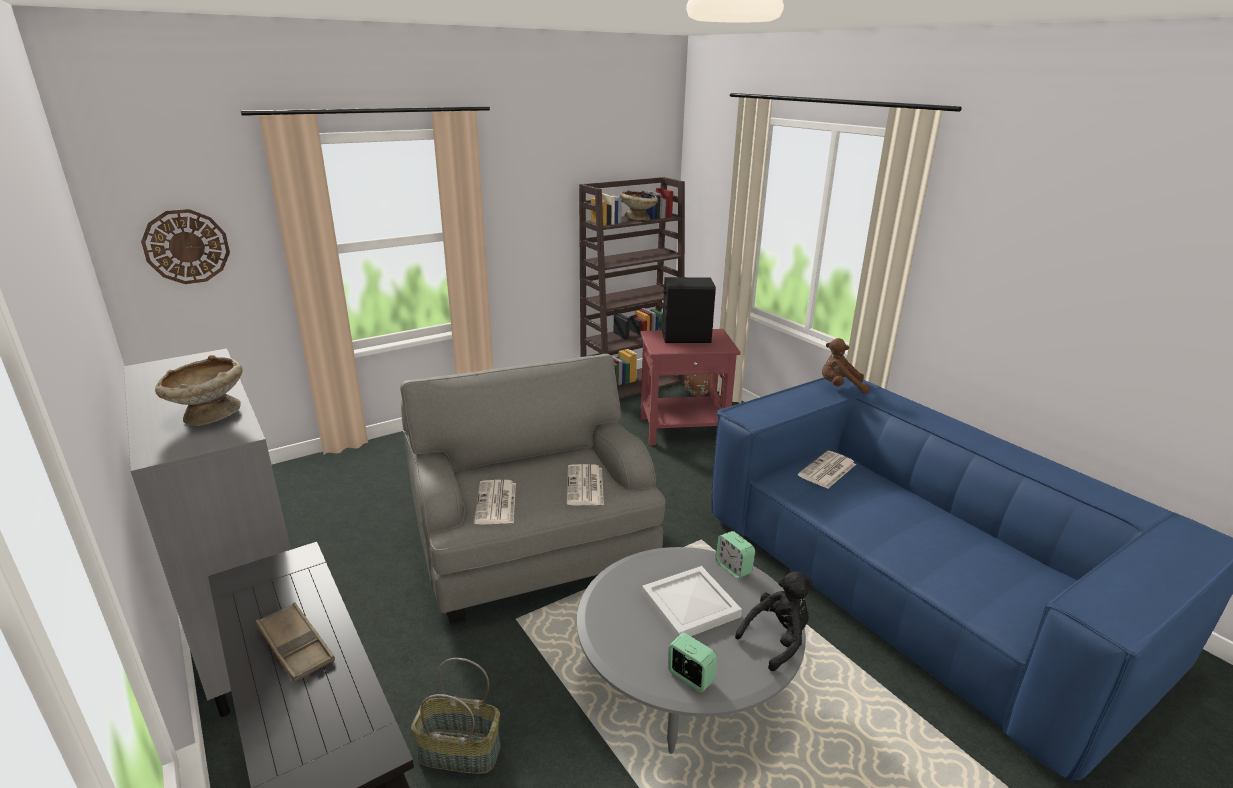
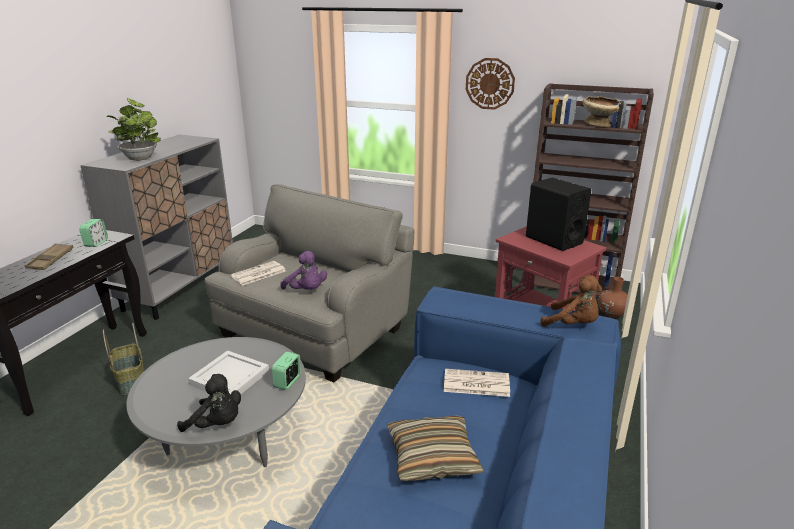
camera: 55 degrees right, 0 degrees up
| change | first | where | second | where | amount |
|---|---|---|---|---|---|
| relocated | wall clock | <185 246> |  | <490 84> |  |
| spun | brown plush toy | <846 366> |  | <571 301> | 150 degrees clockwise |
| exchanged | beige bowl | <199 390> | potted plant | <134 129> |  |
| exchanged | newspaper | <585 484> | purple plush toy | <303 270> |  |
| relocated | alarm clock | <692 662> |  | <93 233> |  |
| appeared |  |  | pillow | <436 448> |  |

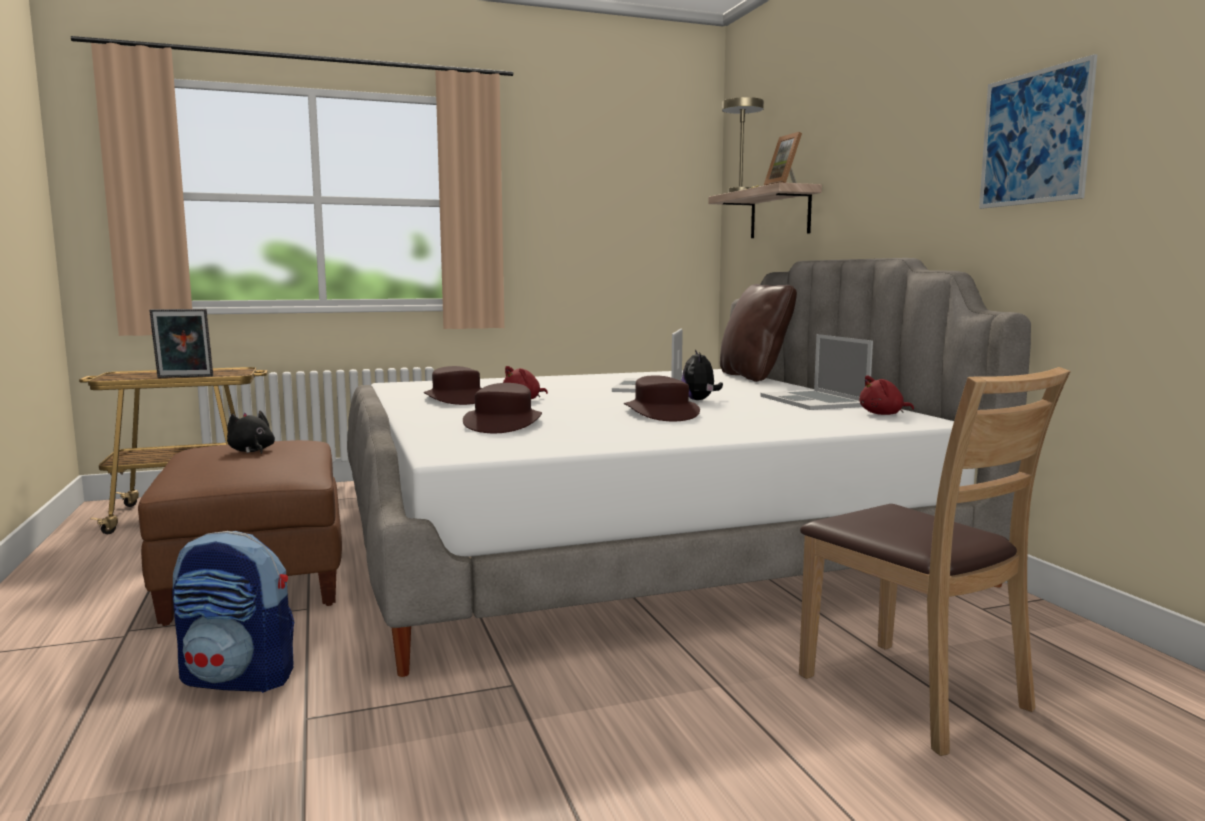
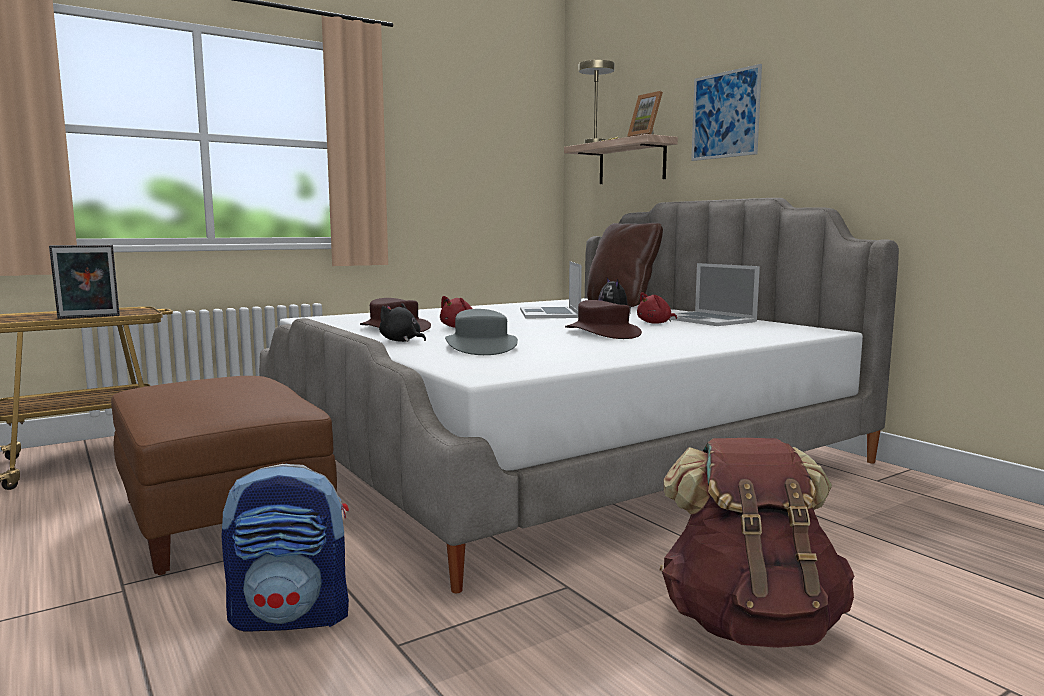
camera: 15 degrees left, 0 degrees up
| change | first | where | second | where | amount |
|---|---|---|---|---|---|
| relocated | picture | <1038 131> |  | <726 112> |  |
| missing | brown chair | <935 561> |  |  |  |
| relocated | red plush toy | <886 395> |  | <657 308> |  |
| colour | brown hat | <502 408> | grey hat | <481 332> |  |
| relocated | black plush toy | <251 432> |  | <402 322> |  |
| appeared |  |  | brown backpack | <757 543> |  |

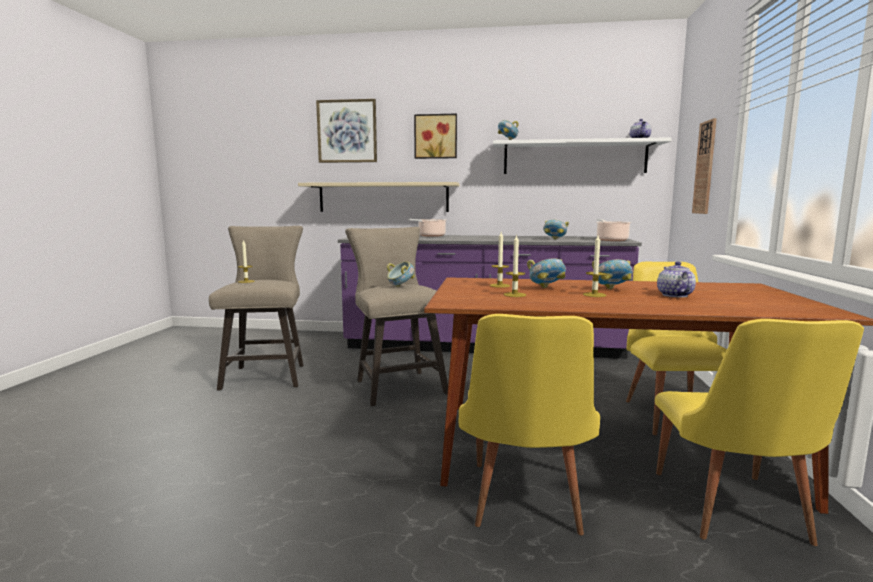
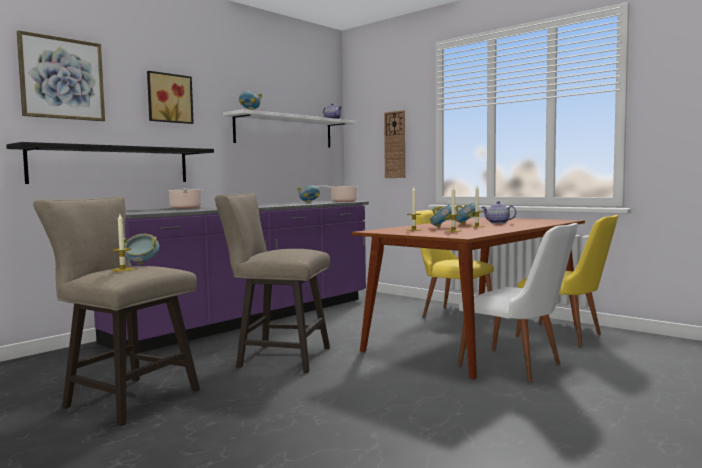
camera: 55 degrees left, 5 degrees down
| change | first | where | second | where | amount |
|---|---|---|---|---|---|
| colour | beige shelf | <378 197> | black shelf | <110 163> |  |
| relocated | bowl | <401 274> |  | <141 249> |  |
| colour | yellow chair | <529 424> | white chair | <518 302> |  |

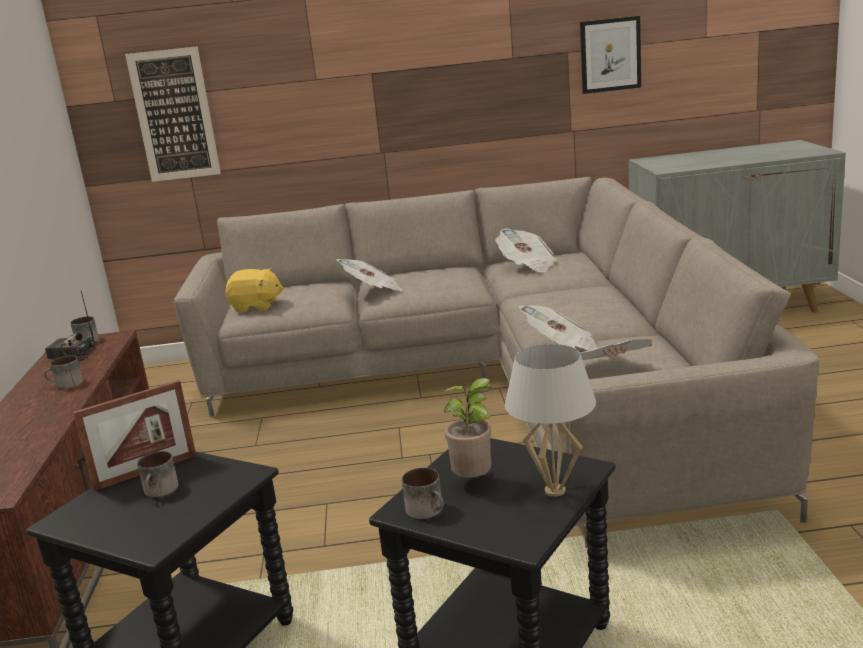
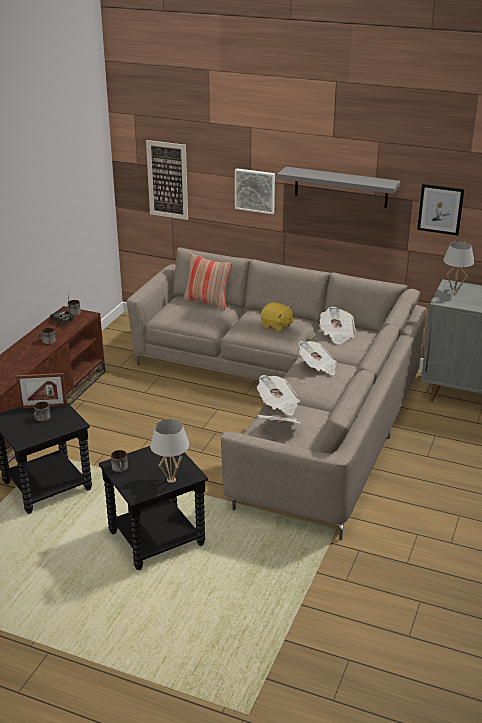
camera: 25 degrees right, 10 degrees up
| change | first | where | second | where | amount |
|---|---|---|---|---|---|
| relocated | newspaper | <370 275> |  | <318 358> |  |
| relocated | yellow plush toy | <255 290> |  | <277 317> |  |
| missing | potted plant | <467 428> |  |  |  |
| appeared |  |  | grey shelf | <338 187> |  |
| appeared |  |  | picture | <255 191> |  |
| appeared |  |  | white table lamp | <458 267> |  |
| appeared |  |  | pillow | <207 282> |  |

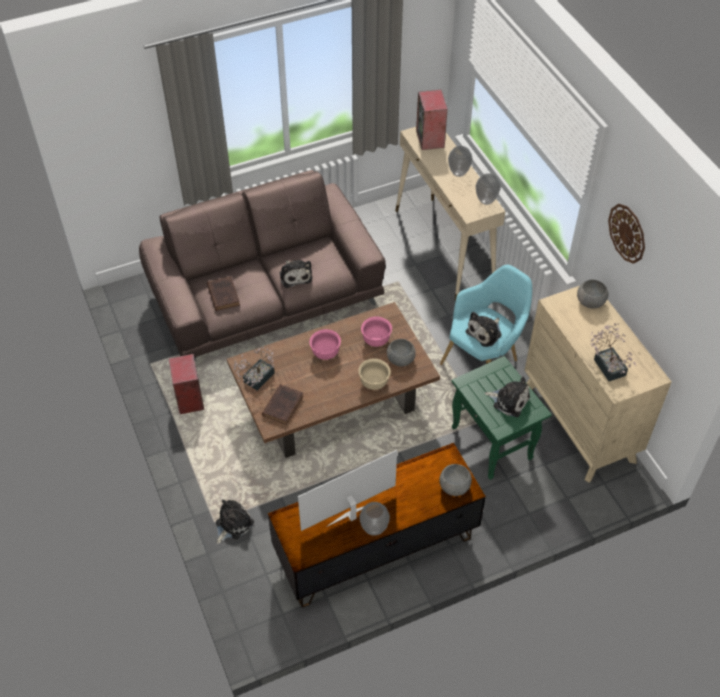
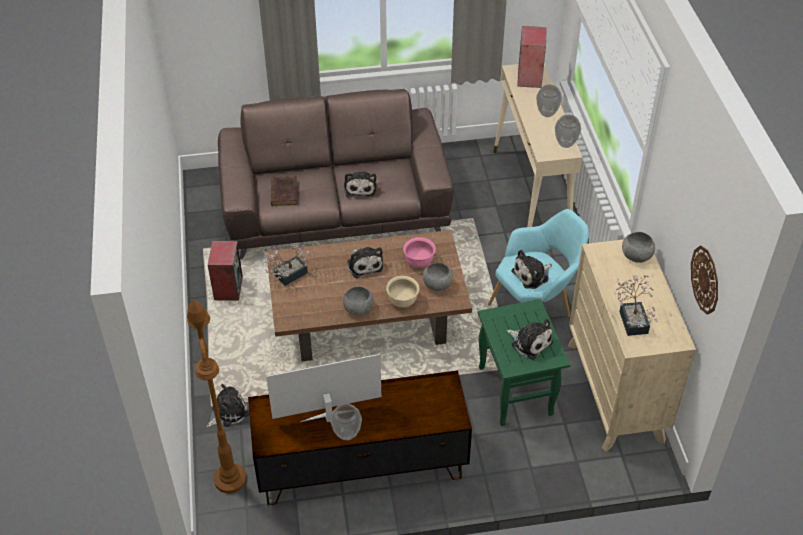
camera: 15 degrees right, 5 degrees down
| change | first | where | second | where | amount |
|---|---|---|---|---|---|
| relocated | wall clock | <626 234> |  | <704 280> |  |
| exchanged | pink bowl | <325 344> | plush toy | <365 262> |  |
| missing | brown book | <283 404> |  |  |  |
| relocated | grey bowl | <455 480> |  | <358 301> |  |
| appeared |  |  | brown floor lamp | <217 396> |  |

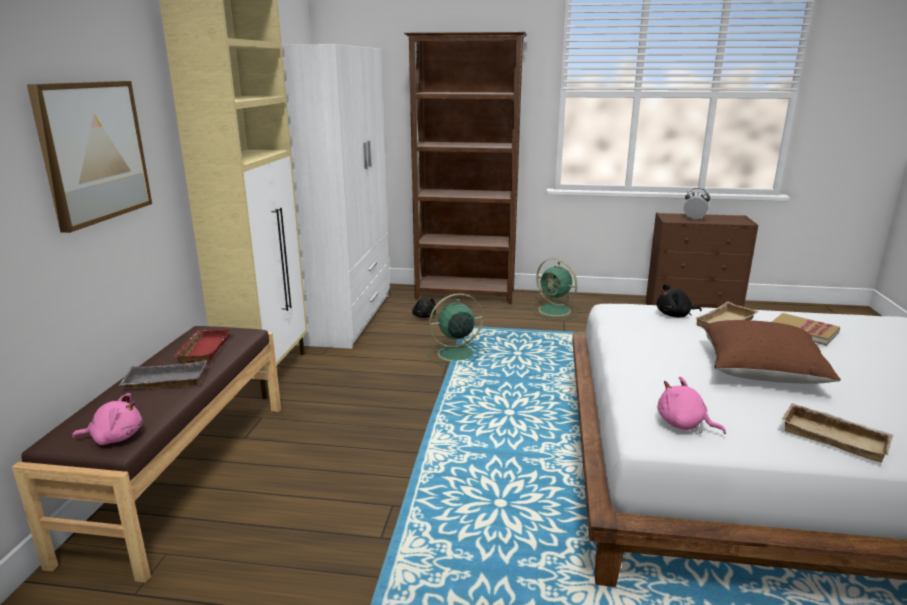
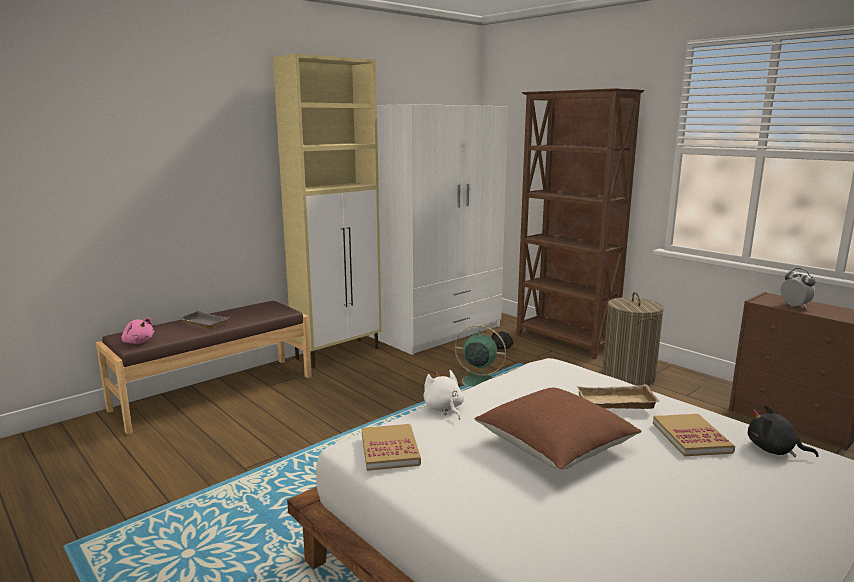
camera: 40 degrees right, 5 degrees down
| change | first | where | second | where | amount |
|---|---|---|---|---|---|
| missing | picture | <89 157> |  |  |  |
| exchanged | green fan | <555 289> | laundry basket | <633 339> |  |
| relocated | black plush toy | <679 300> |  | <783 431> |  |
| missing | red tray | <202 346> |  |  |  |
| exchanged | pink plush toy | <692 405> | book | <391 447> |  |
| missing | beige tray | <837 432> |  |  |  |
| appeared |  |  | white plush toy | <443 395> |  |

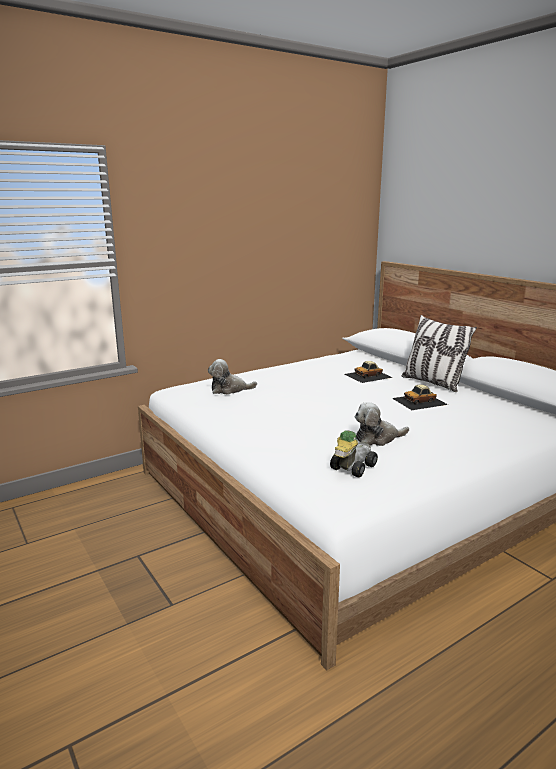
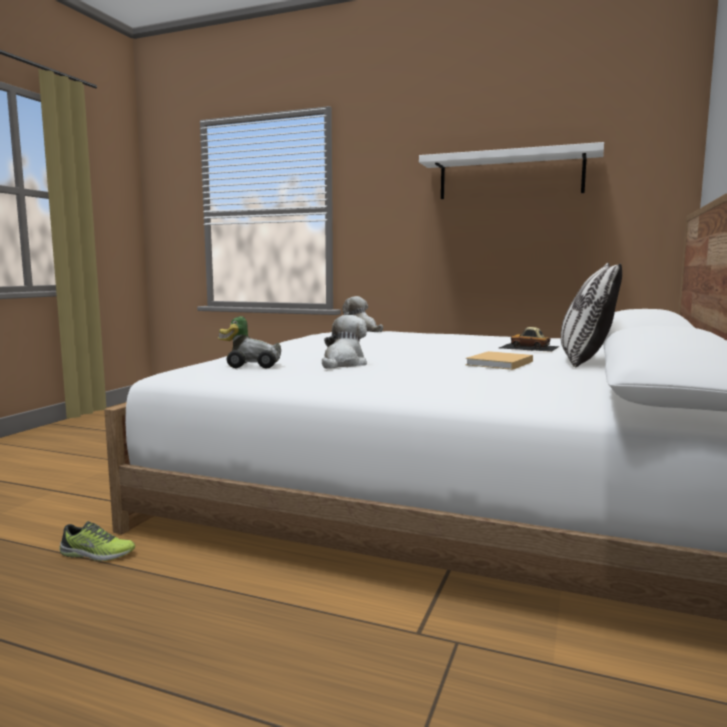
camera: 55 degrees right, 10 degrees down
| change | first | where | second | where | amount |
|---|---|---|---|---|---|
| exchanged | toy car | <420 397> | beige book | <499 360> |  |
| spun | plush toy | <382 424> |  | <344 342> | 75 degrees clockwise |
| appeared |  |  | white shelf | <511 170> |  |
| appeared |  |  | shoe | <97 541> |  |

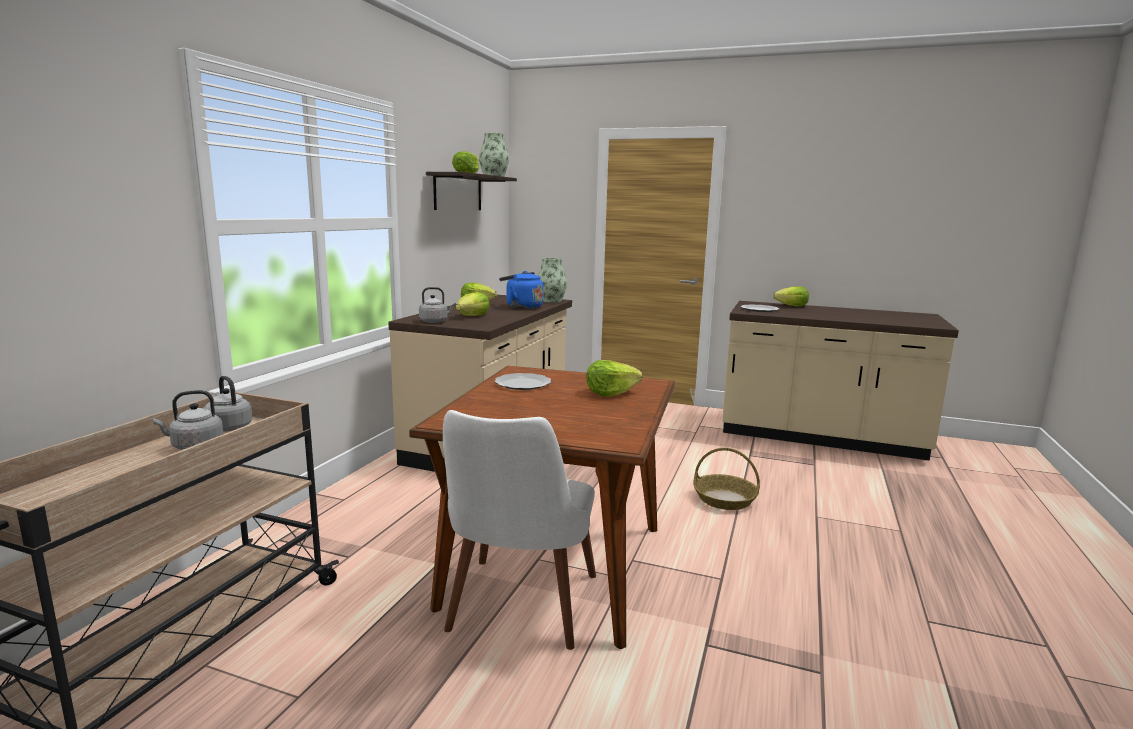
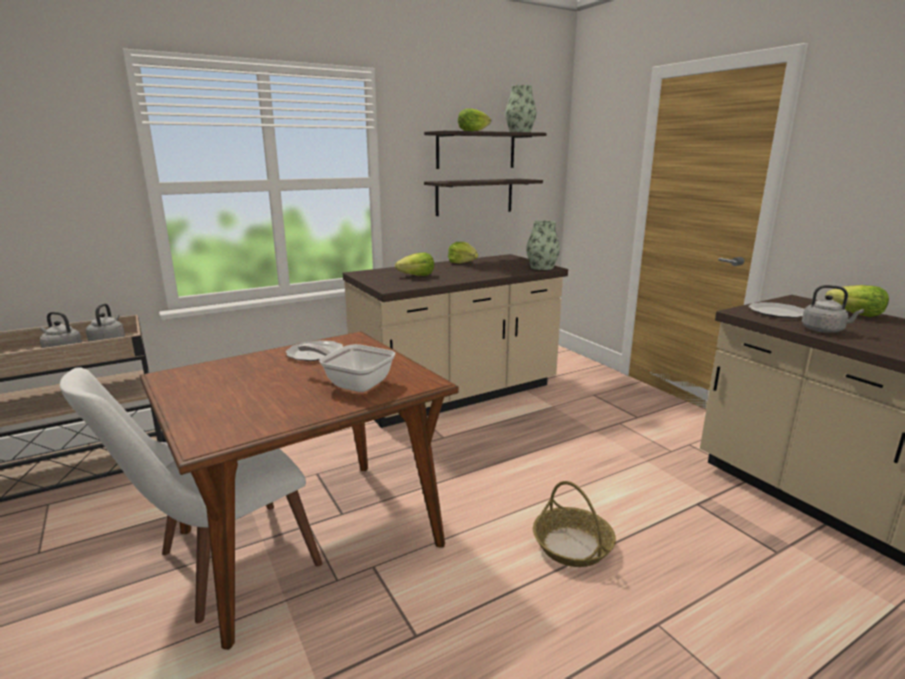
camera: 40 degrees right, 5 degrees up
| change | first | where | second | where | amount |
|---|---|---|---|---|---|
| missing | blue kettle | <521 290> |  |  |  |
| relocated | grey kettle | <437 305> |  | <833 309> |  |
| exchanged | lettuce | <614 378> | frying pan | <346 368> |  |
| appeared |  |  | shelf | <483 197> |  |

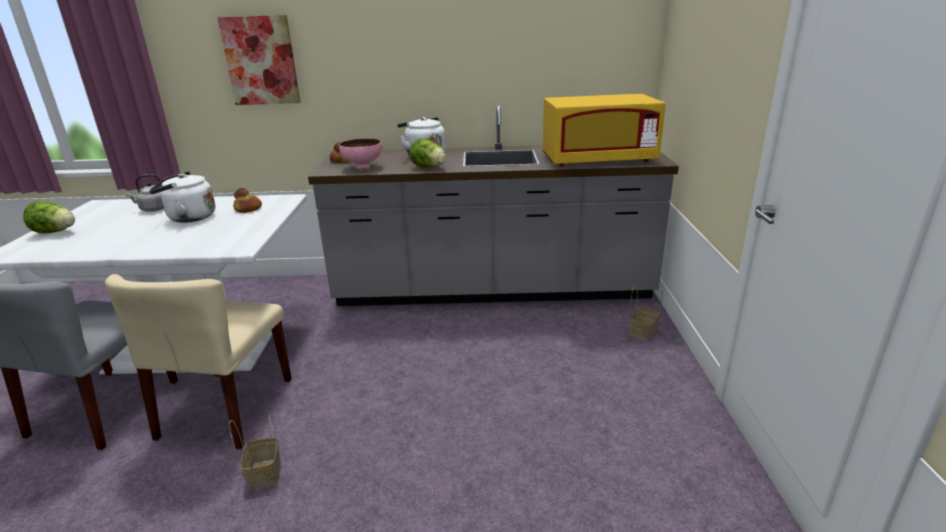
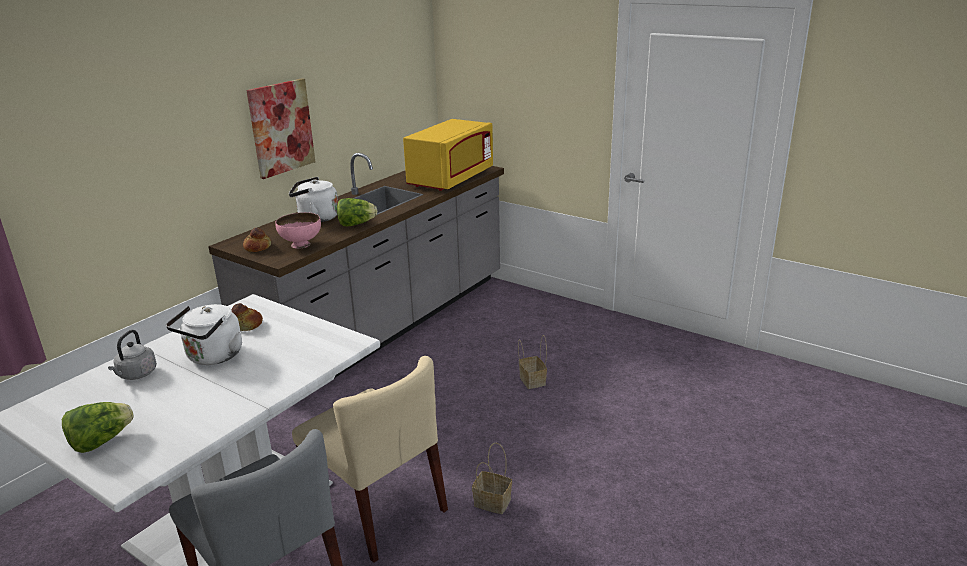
camera: 55 degrees left, 0 degrees up
| change | first | where | second | where | amount |
|---|---|---|---|---|---|
| relocated | picture | <258 60> |  | <280 128> |  |
| relocated | basket | <646 312> |  | <532 362> |  |

